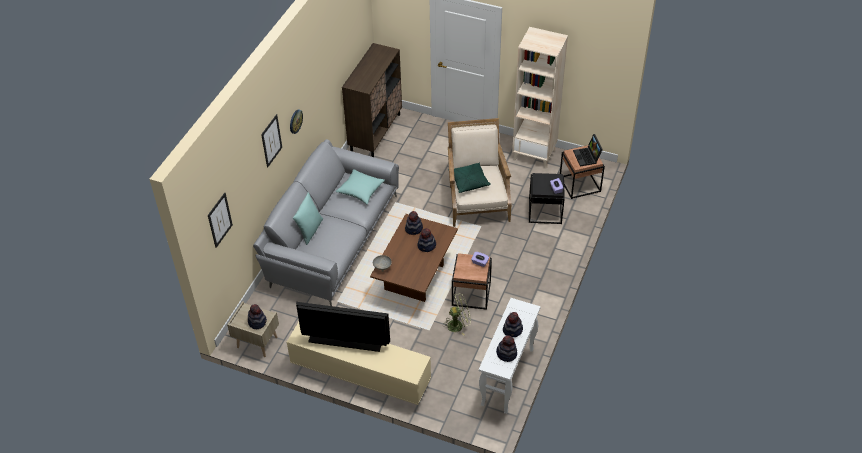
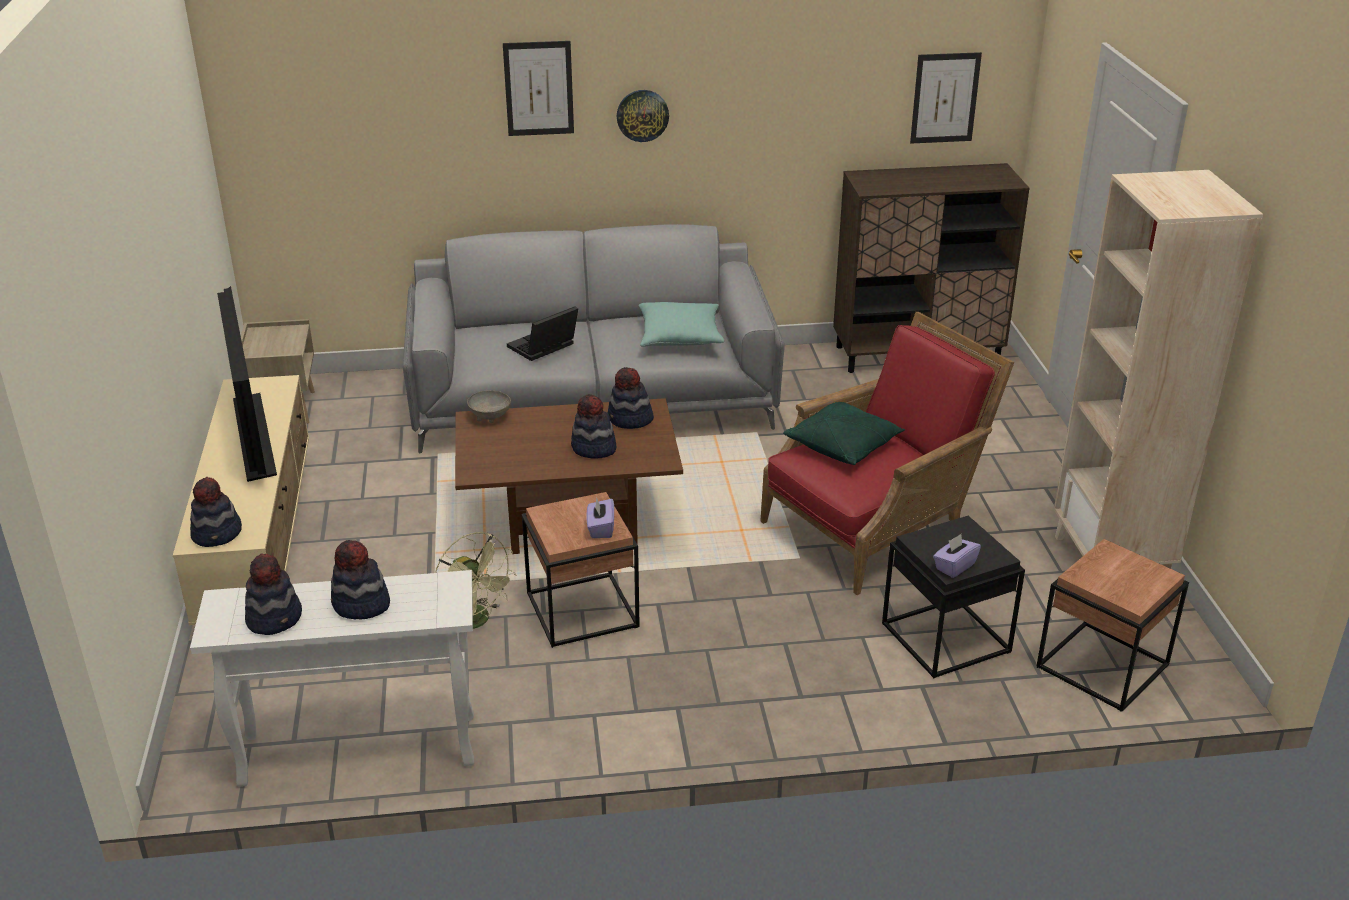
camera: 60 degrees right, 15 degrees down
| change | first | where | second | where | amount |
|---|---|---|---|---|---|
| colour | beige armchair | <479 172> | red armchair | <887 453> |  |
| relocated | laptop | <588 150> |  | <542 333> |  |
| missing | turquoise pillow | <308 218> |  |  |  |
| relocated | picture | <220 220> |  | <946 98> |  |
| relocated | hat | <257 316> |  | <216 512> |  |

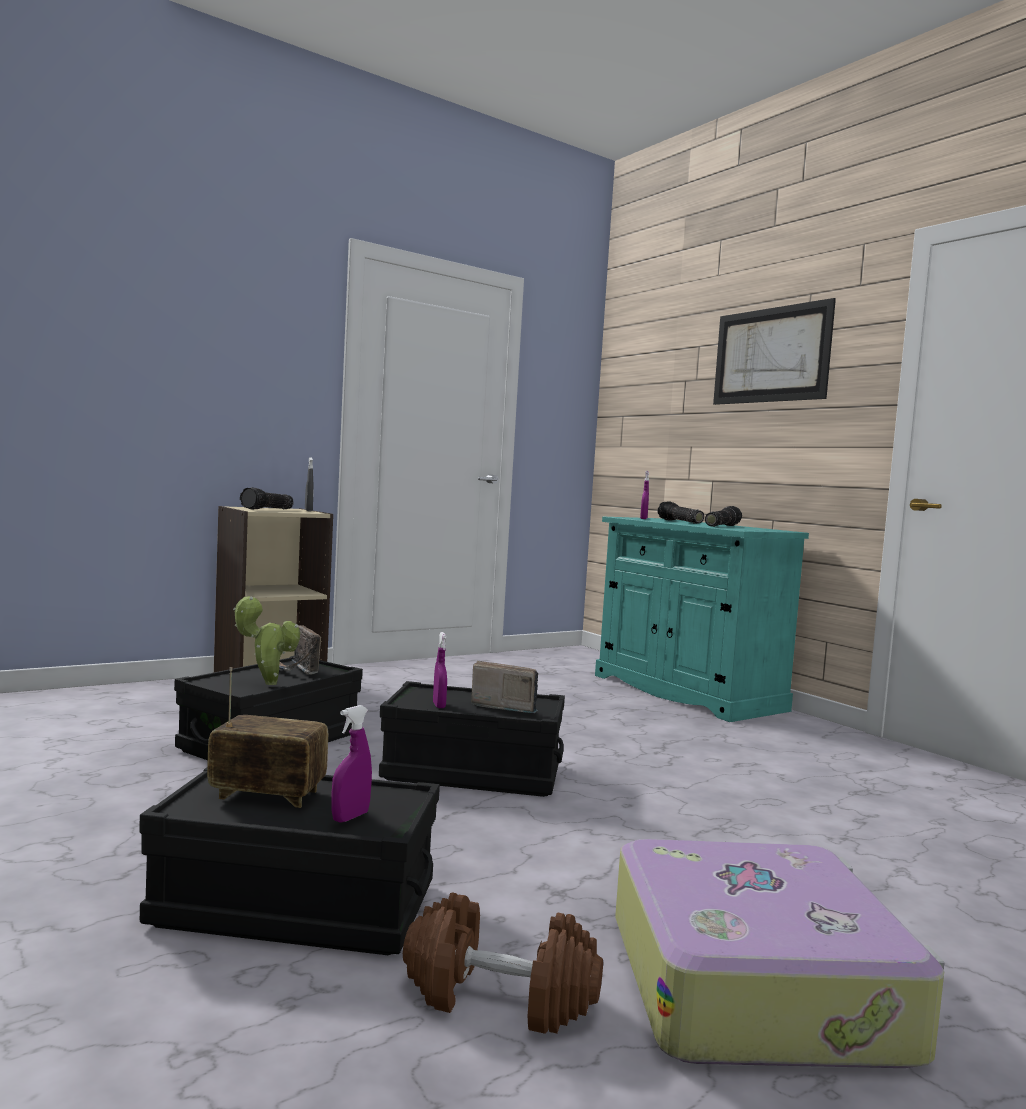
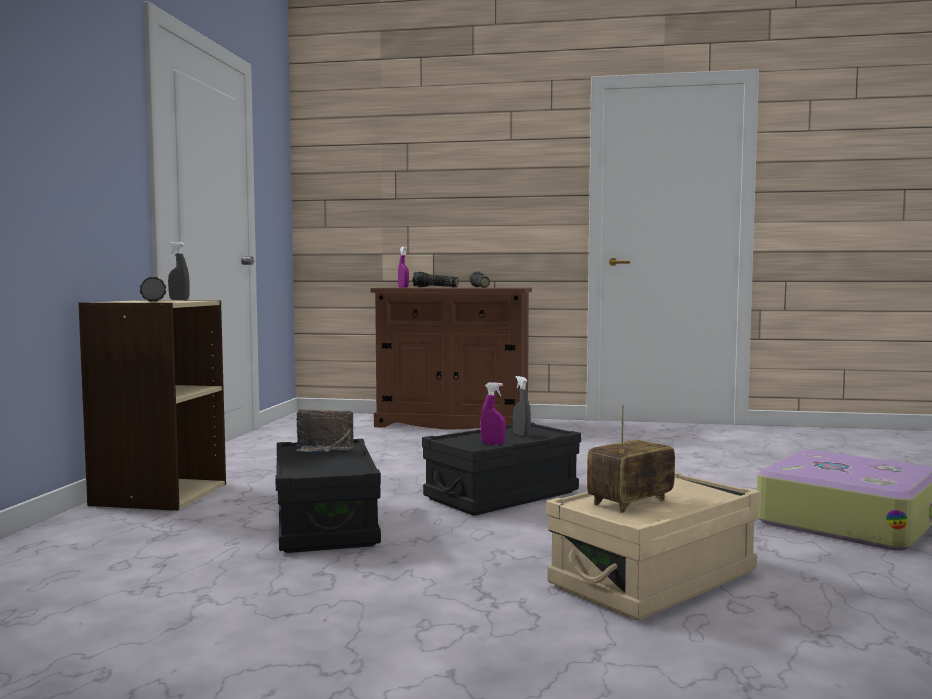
camera: 45 degrees left, 0 degrees up
| change | first | where | second | where | amount |
|---|---|---|---|---|---|
| missing | picture | <774 351> |  |  |  |
| colour | turquoise cabinet | <702 619> | brown cabinet | <451 358> |  |
| missing | potted plant | <266 640> |  |  |  |
| exchanged | radio | <504 687> | grey spray bottle | <522 406> |  |
| missing | purple spray bottle | <352 764> |  |  |  |
| colour | black storage box | <289 861> | beige storage box | <653 546> |  |
| missing | brown dumbbell | <503 963> |  |  |  |

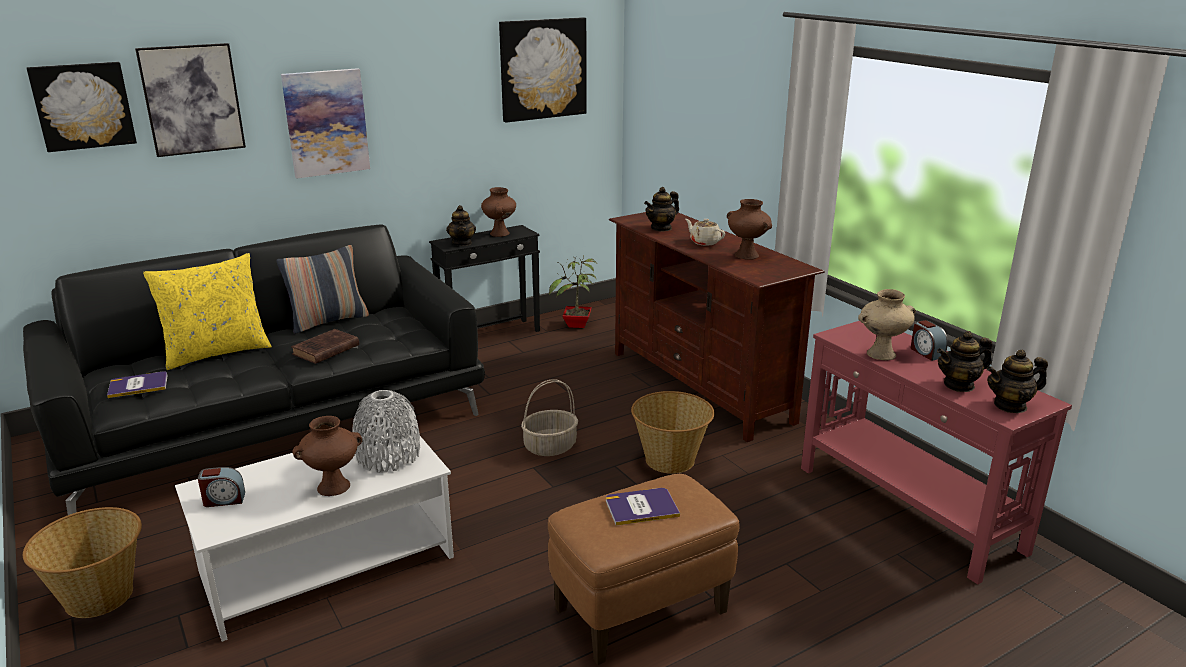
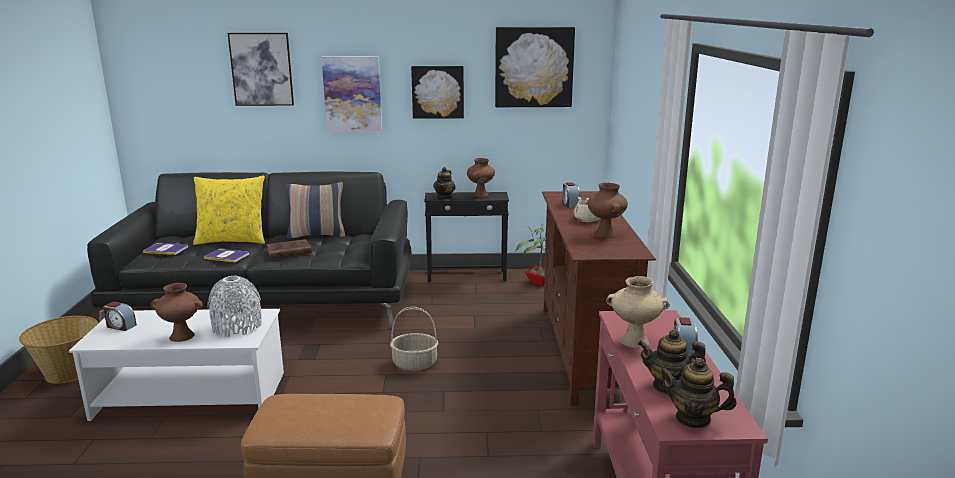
camera: 30 degrees right, 5 degrees down
| change | first | where | second | where | amount |
|---|---|---|---|---|---|
| relocated | picture | <82 107> |  | <437 92> |  |
| exchanged | teapot | <661 209> | alarm clock | <571 195> |  |
| missing | basket | <673 432> |  |  |  |
| relocated | book | <643 507> |  | <226 256> |  |

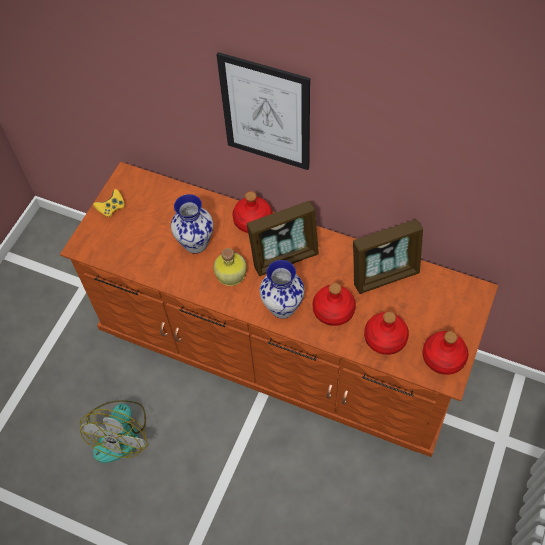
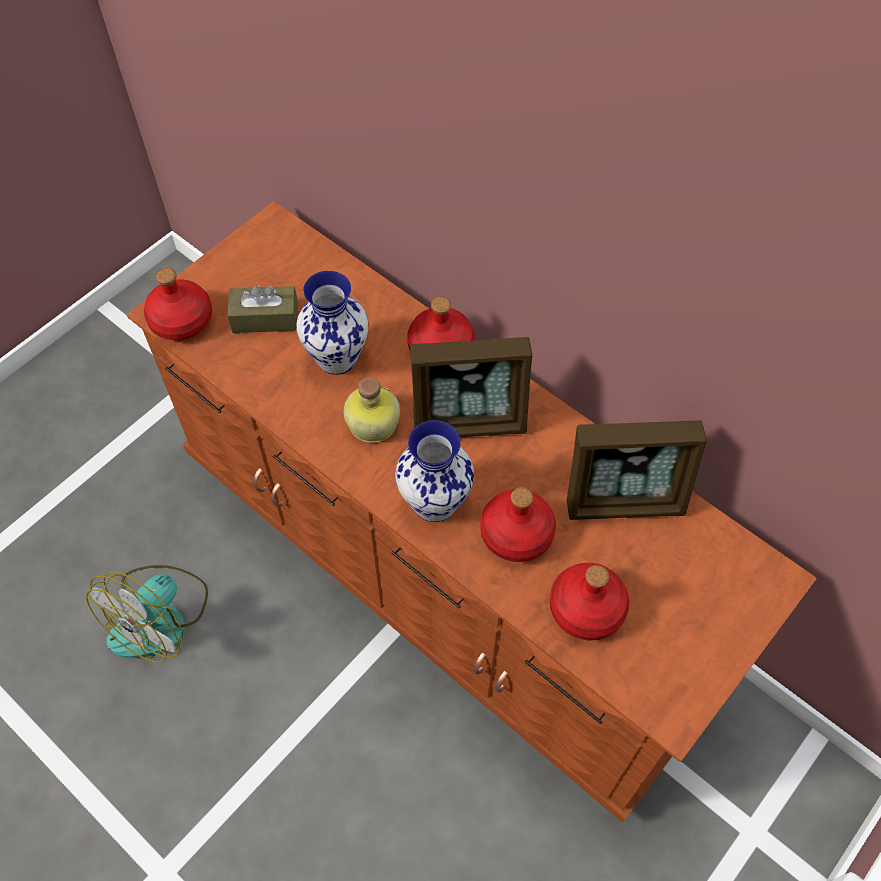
camera: 15 degrees right, 0 degrees up
| change | first | where | second | where | amount |
|---|---|---|---|---|---|
| missing | picture | <263 111> |  |  |  |
| missing | yellow game controller | <109 203> |  |  |  |
| relocated | red bottle | <445 353> |  | <178 304> |  |
| appeared |  |  | brown tissue box | <262 309> |  |

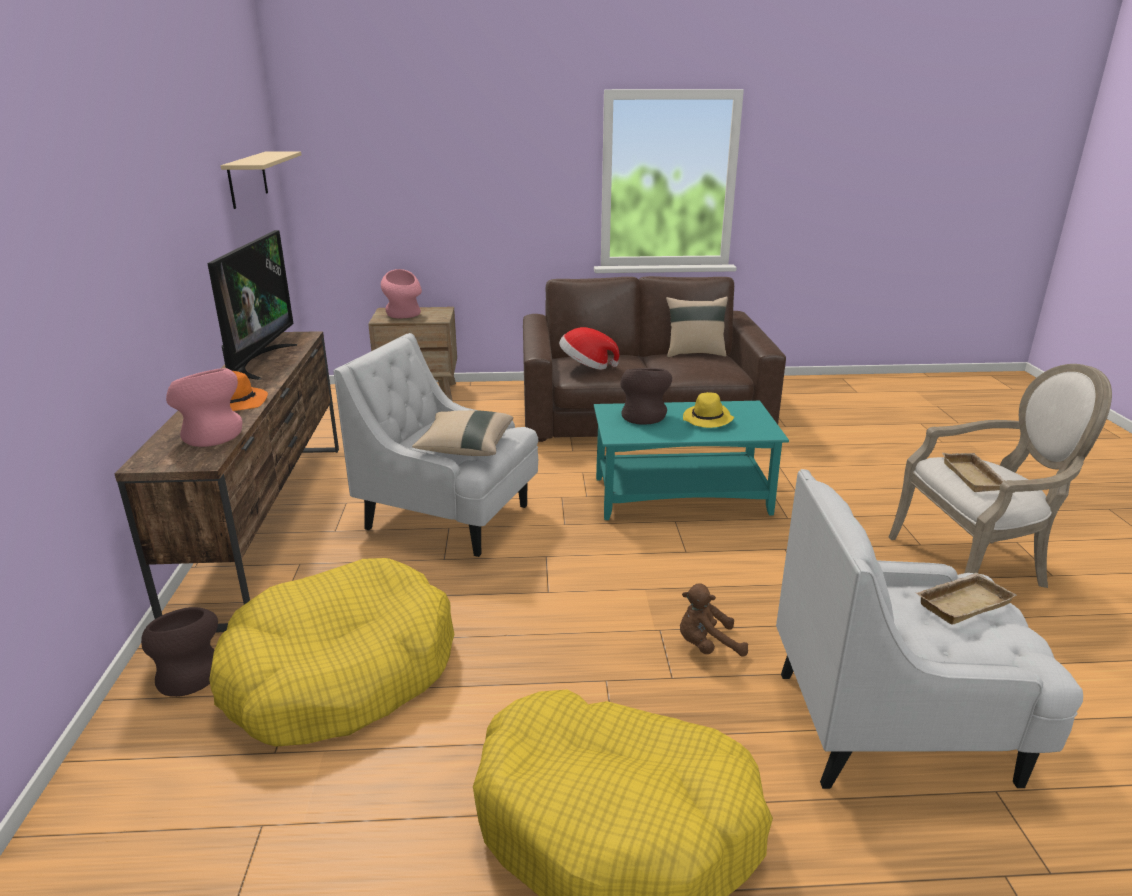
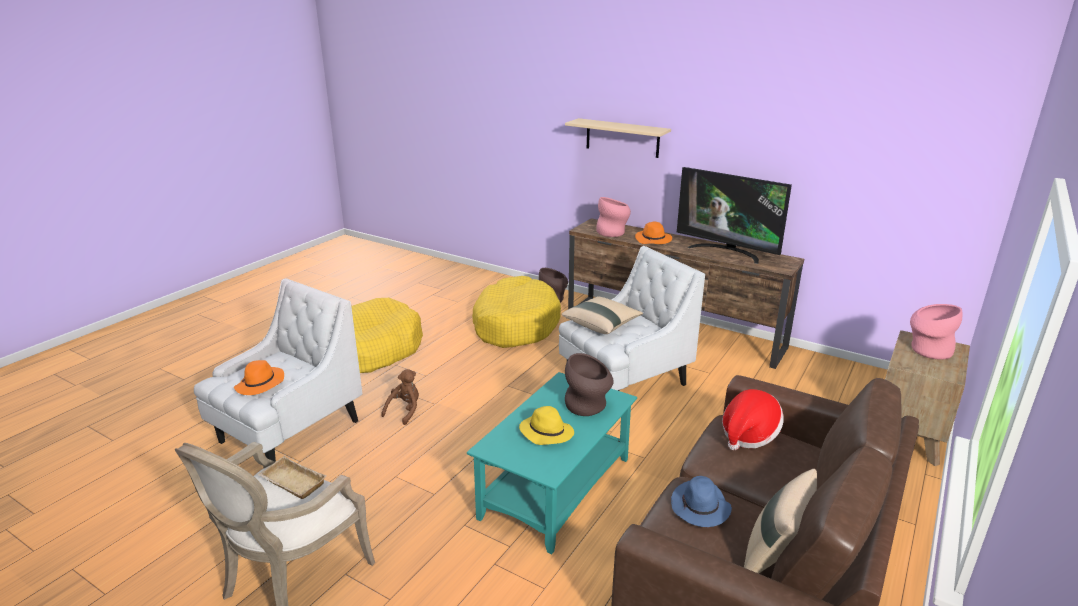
camera: 125 degrees right, 0 degrees up
| change | first | where | second | where | amount |
|---|---|---|---|---|---|
| relocated | beige shelf | <261 180> |  | <618 138> |  |
| exchanged | beige tray | <966 599> | orange hat | <259 377> |  |
| appeared |  |  | blue hat | <701 501> |  |

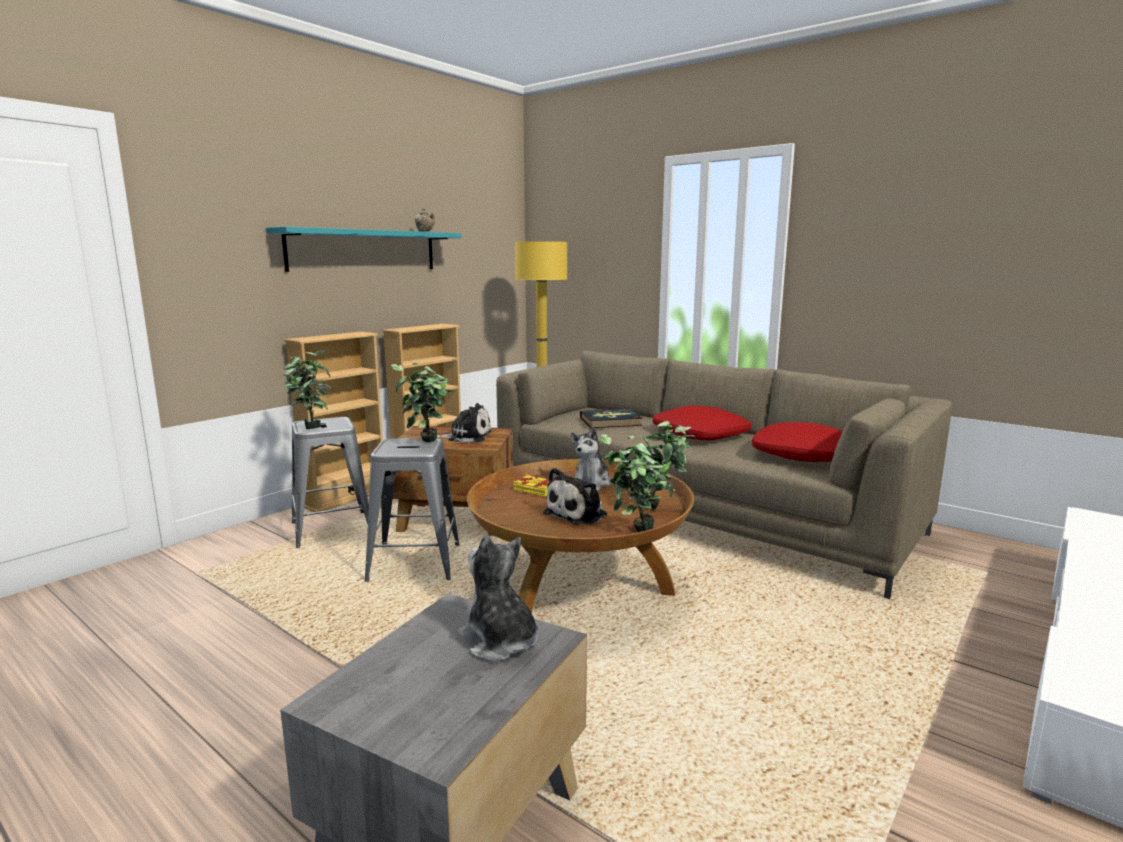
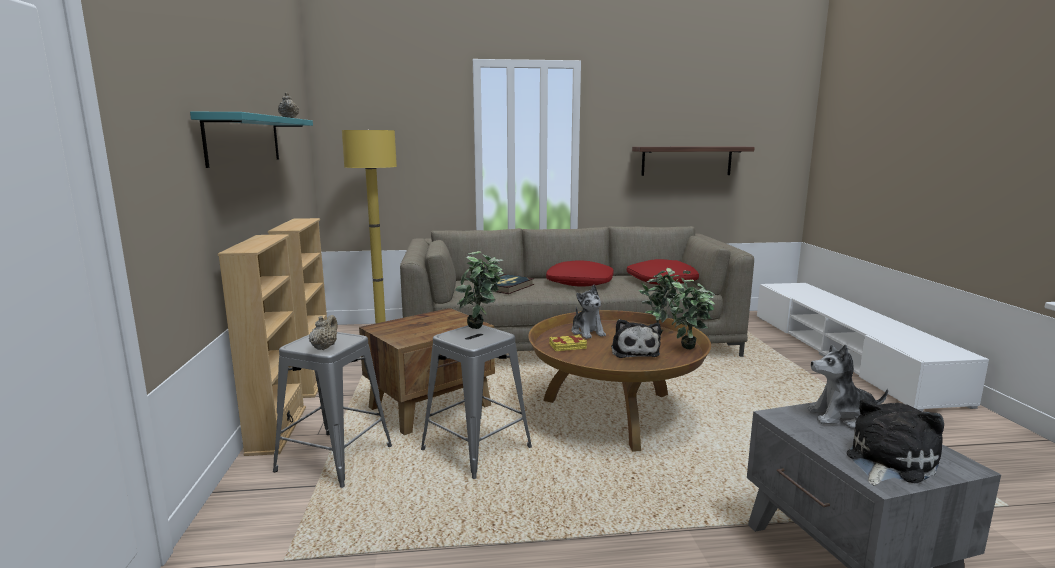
camera: 45 degrees left, 0 degrees up
| change | first | where | second | where | amount |
|---|---|---|---|---|---|
| exchanged | potted plant | <307 389> | beige teapot | <323 332> |  |
| relocated | plush toy | <464 423> |  | <895 442> |  |
| appeared |  |  | shelf | <693 161> |  |

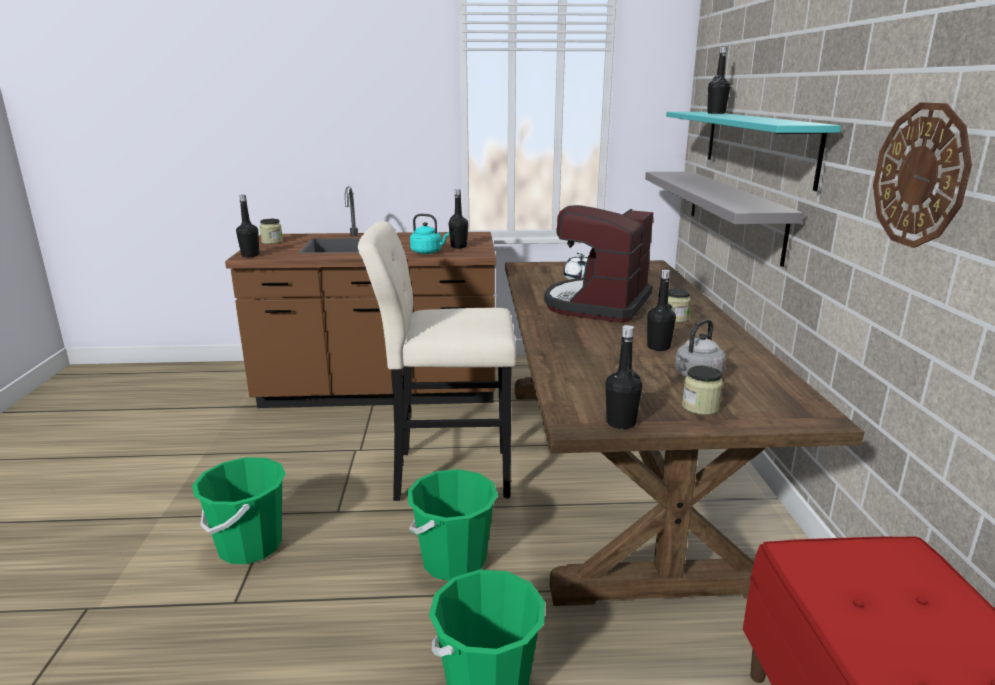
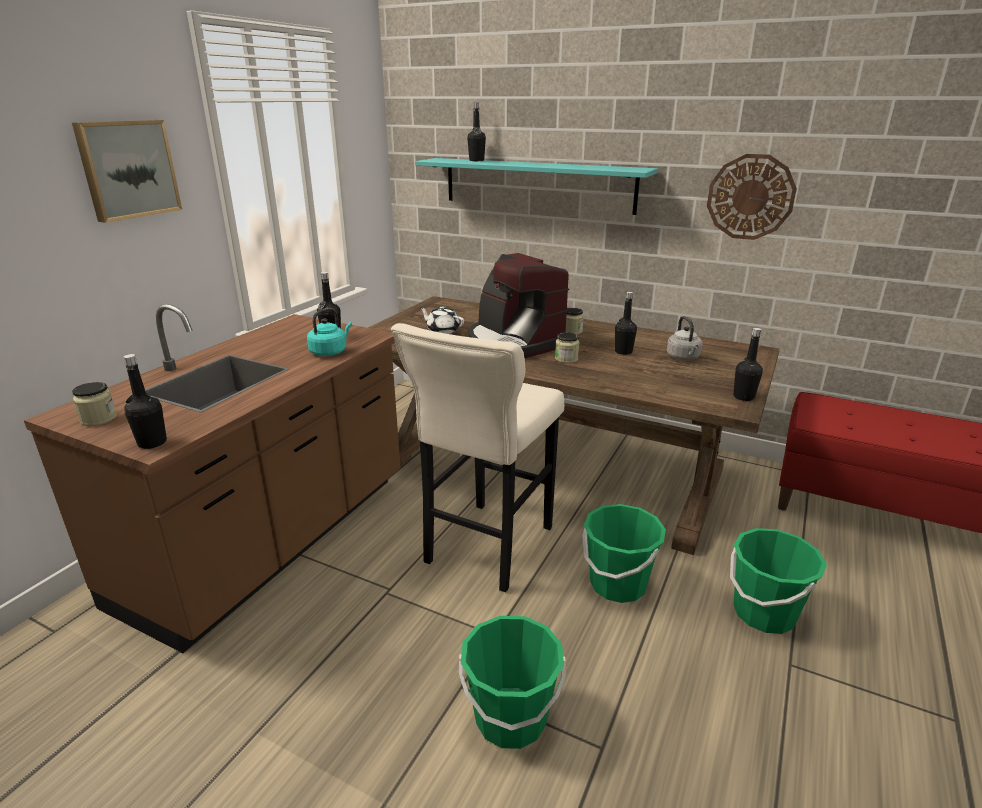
camera: 60 degrees left, 5 degrees up
| change | first | where | second | where | amount |
|---|---|---|---|---|---|
| missing | grey shelf | <724 219> |  |  |  |
| relocated | jar | <702 390> |  | <567 347> |  |
| appeared |  |  | picture | <127 171> |  |

